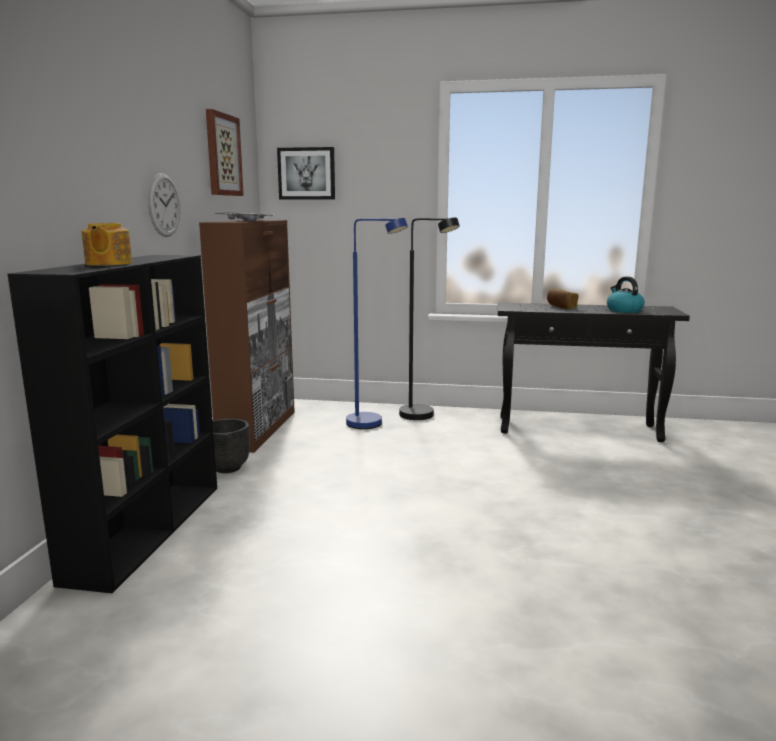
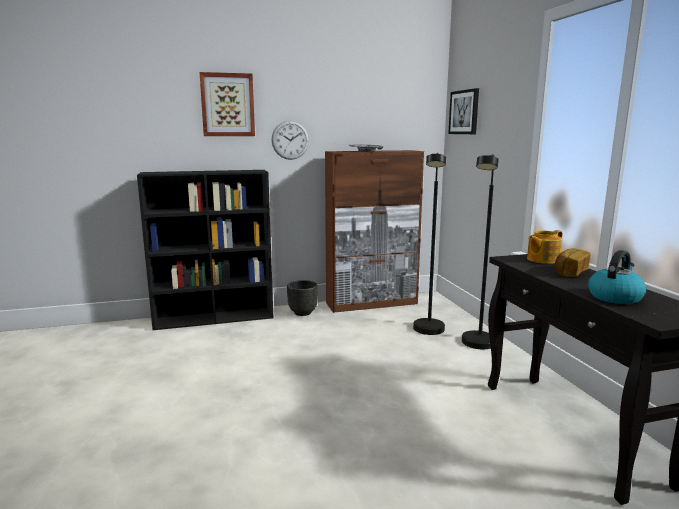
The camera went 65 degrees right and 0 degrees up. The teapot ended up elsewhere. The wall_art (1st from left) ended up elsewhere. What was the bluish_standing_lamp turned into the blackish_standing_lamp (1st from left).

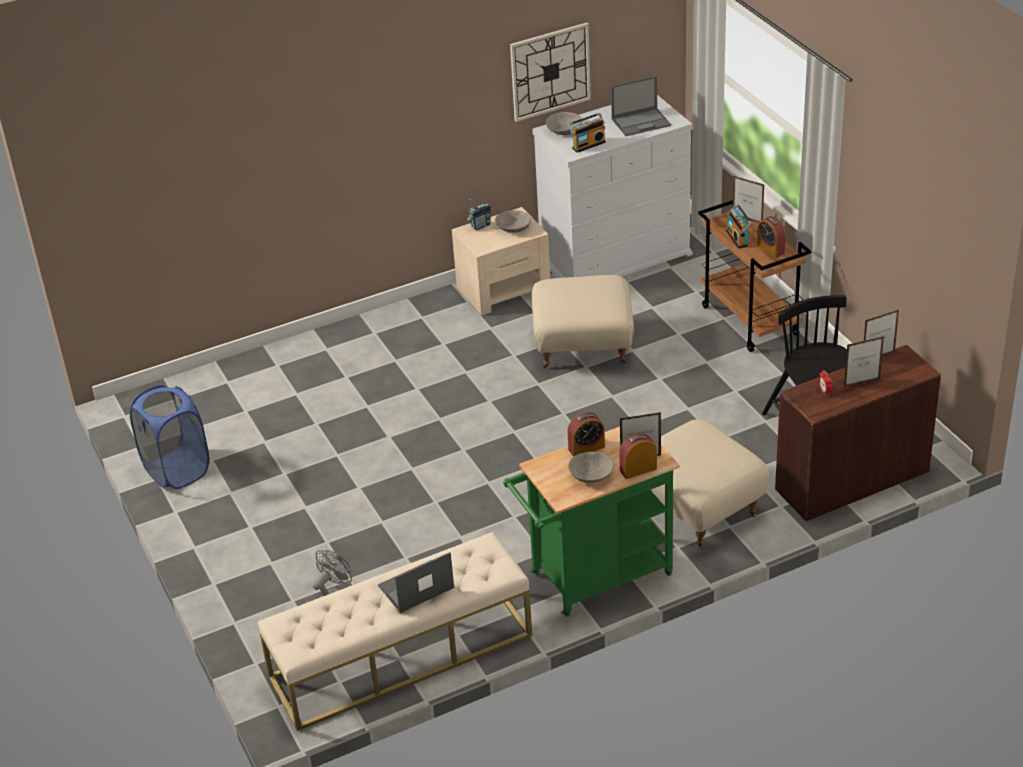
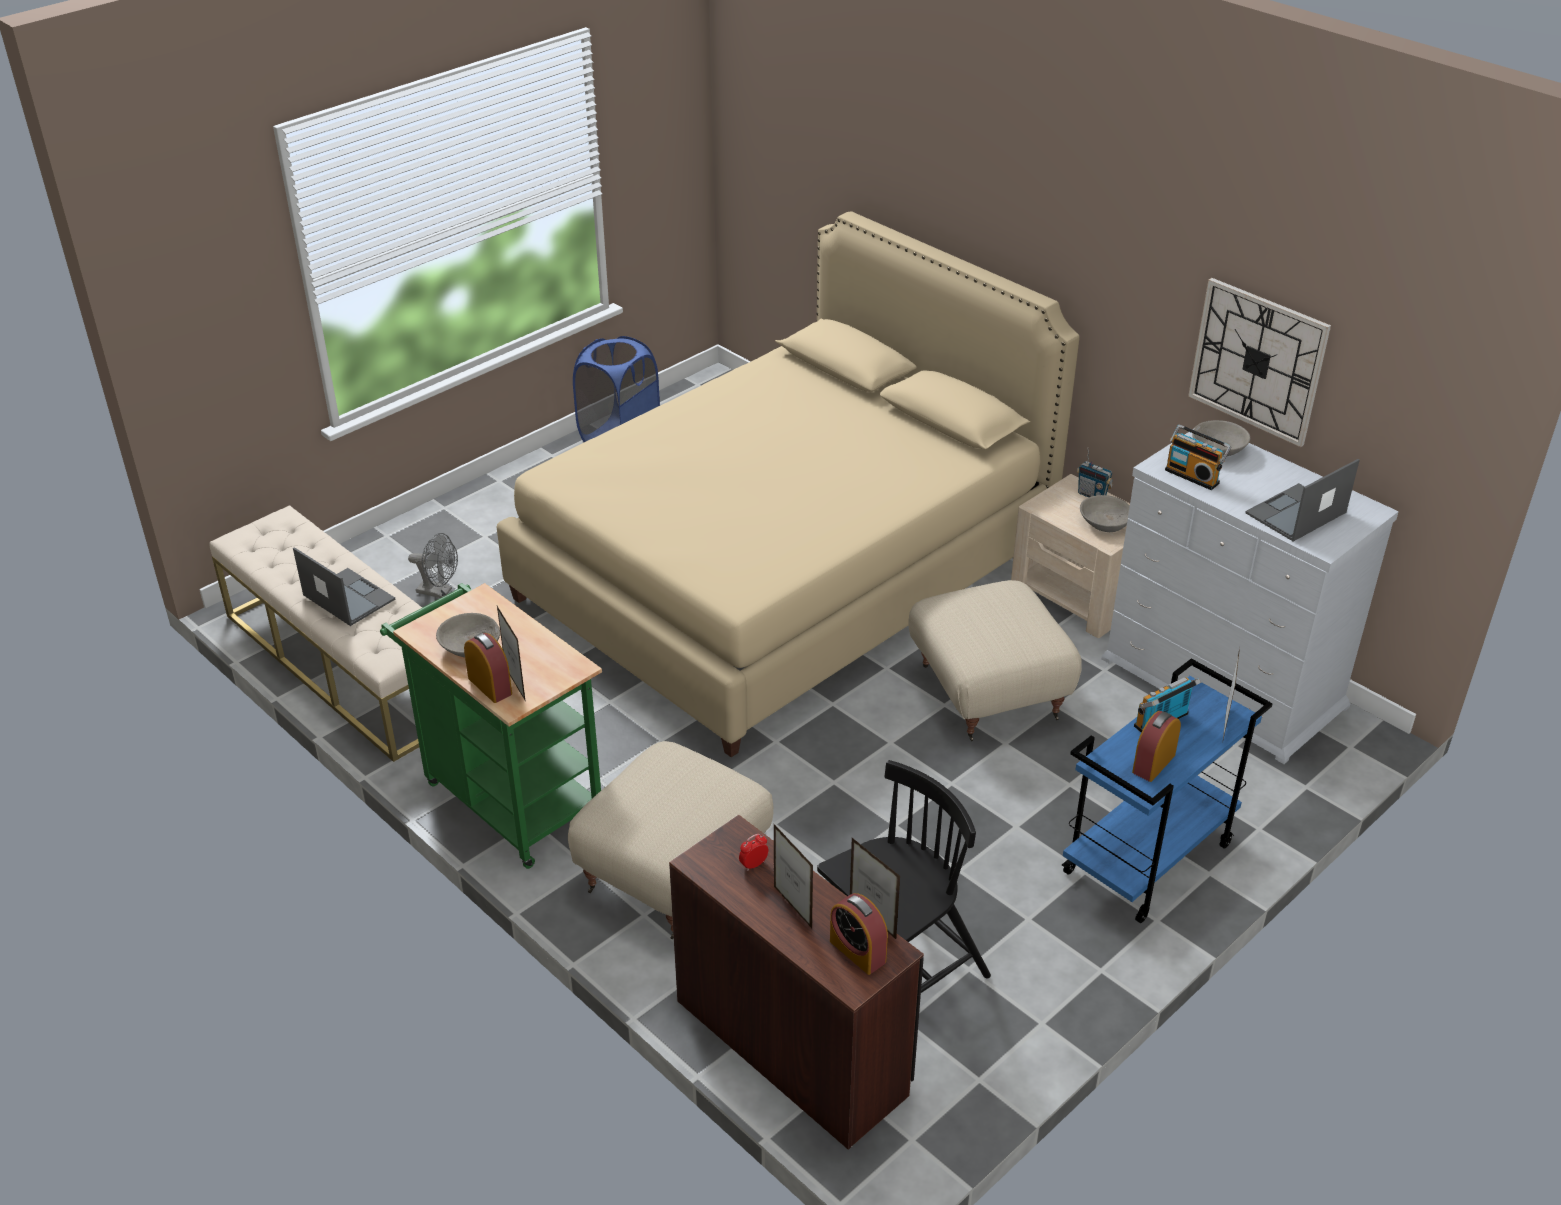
The camera went 70 degrees right and 0 degrees up. The table_clock (1st from left in the first image) ended up elsewhere. The notebook_computer (2nd from left) ended up facing another way, 90 degrees clockwise from before. What was the brown_wheeled_cart turned into the bluish_wheeled_cart. The second view gained the sand-coloured_sleeping_bed.

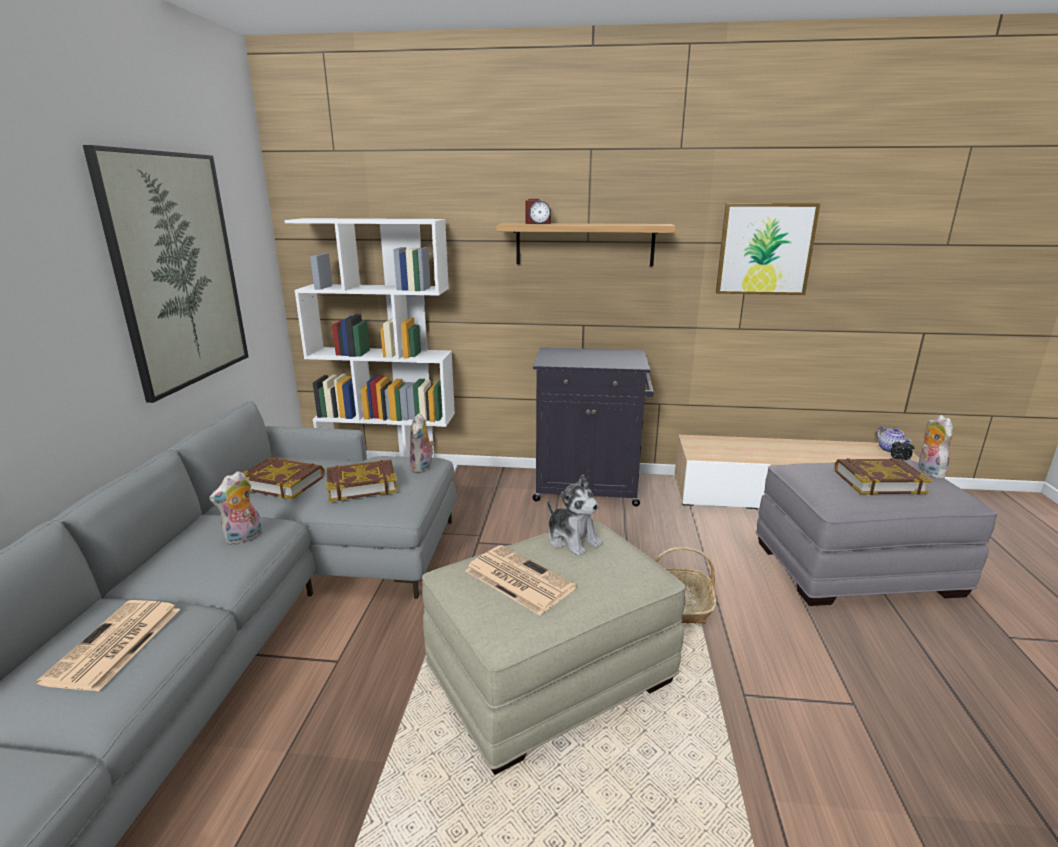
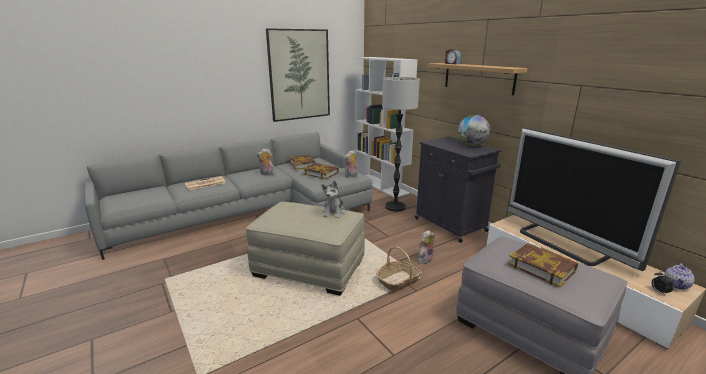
The camera went 50 degrees right and 0 degrees up. The second view lost the newspaper (2nd from left). The second view lost the wall_art (2nd from left). The cuddly_toy (4th from left) ended up elsewhere. The second view gained the standing_lamp. The second view gained the world_globe. The second view gained the TV.

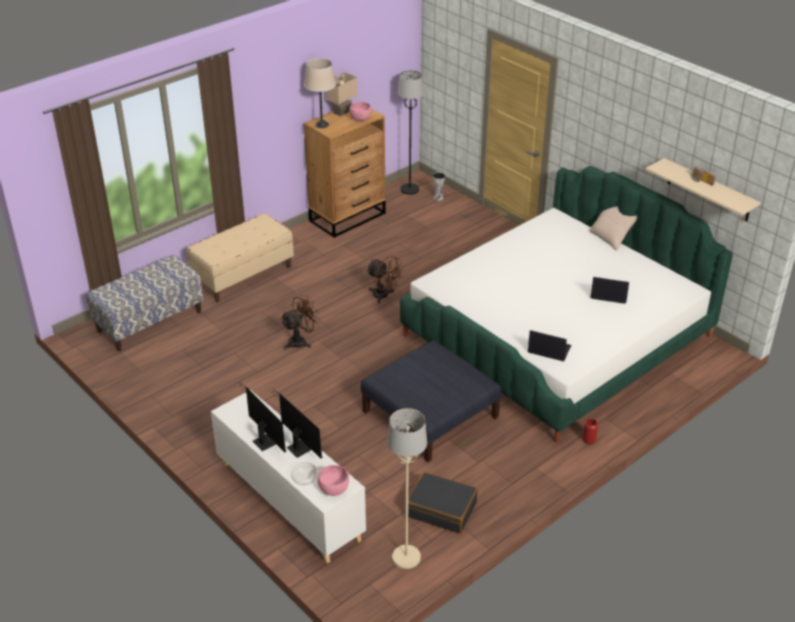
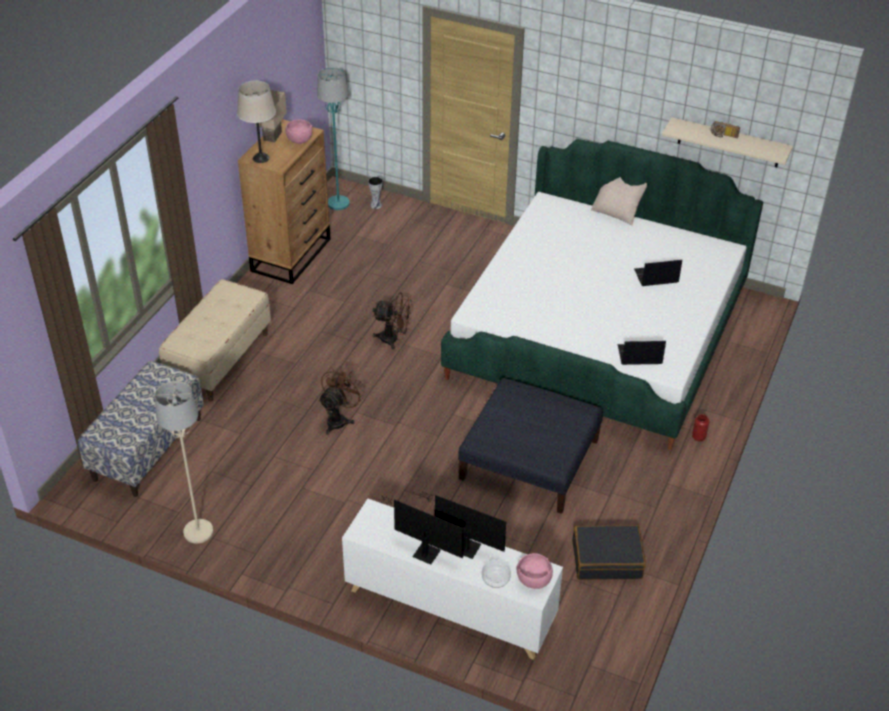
The camera went 25 degrees left and 5 degrees up. The sand-coloured_standing_lamp ended up elsewhere. What was the blackish_standing_lamp turned into the turquoise-coloured_standing_lamp.

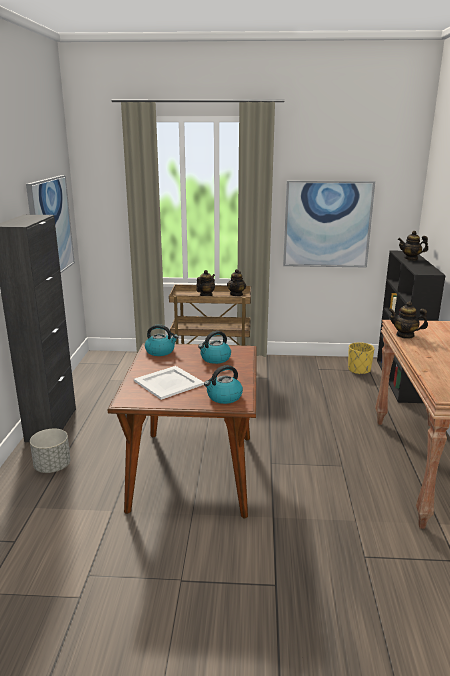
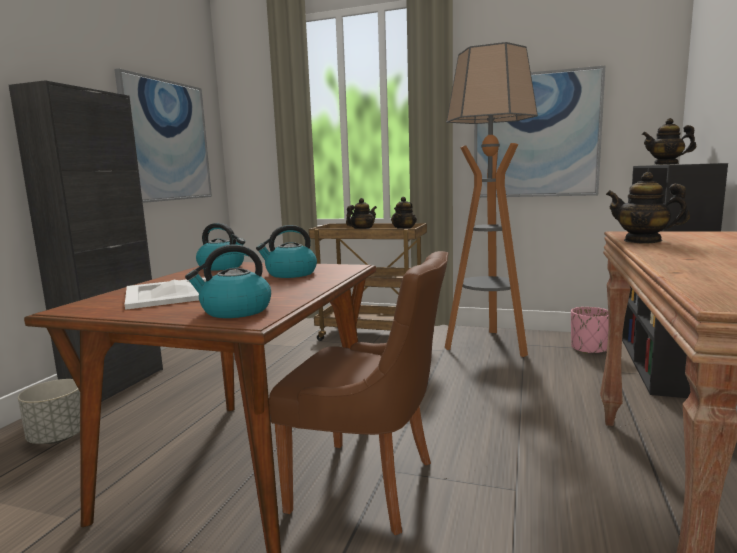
The camera went 15 degrees right and 10 degrees down. What was the yellow-coloured_flower_pot turned into the pinkish_flower_pot. The second view gained the brown_chair. The second view gained the standing_lamp.

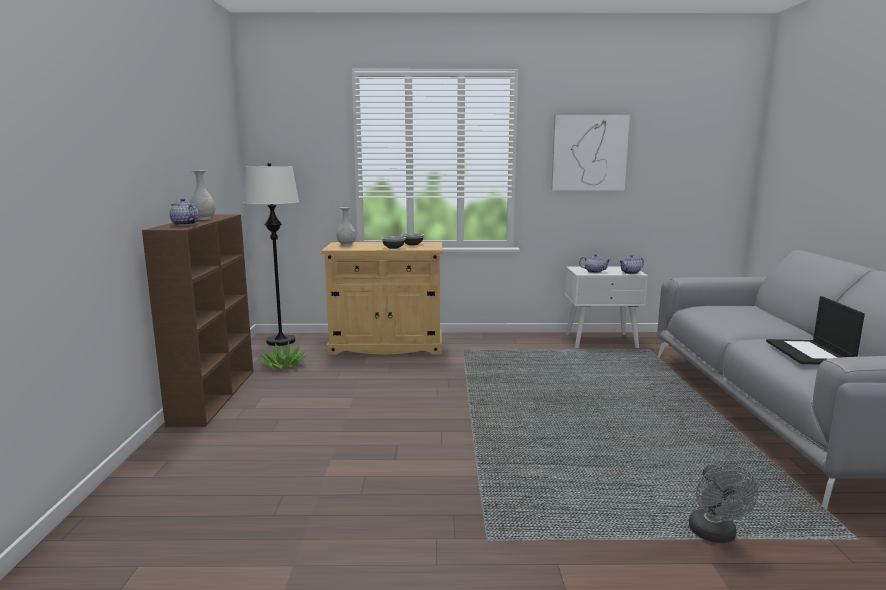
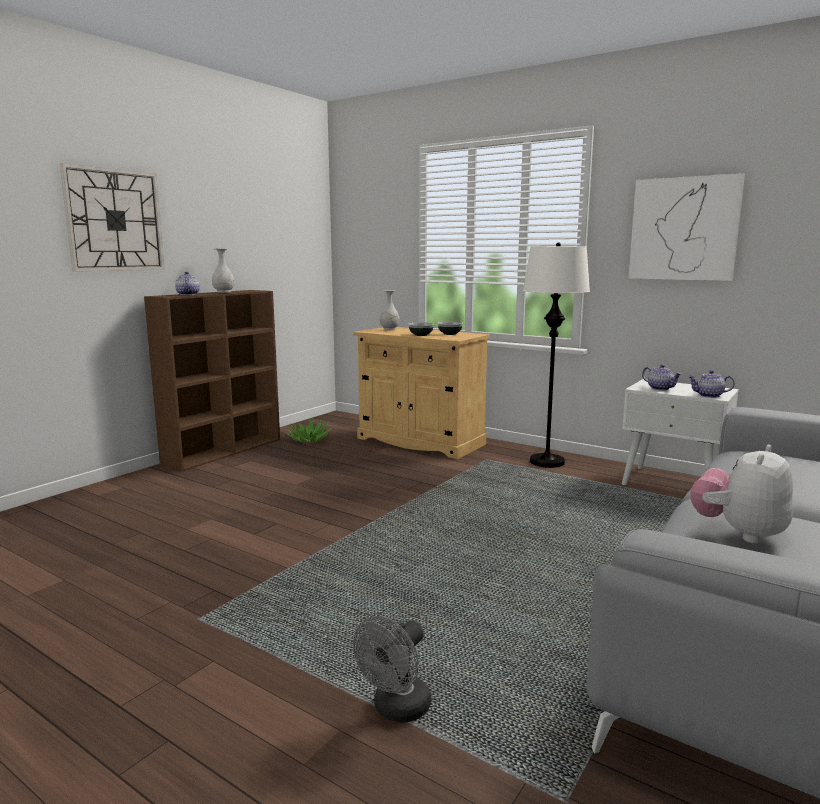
The camera went 35 degrees right and 0 degrees up. The white-coloured_standing_lamp ended up elsewhere. Where the notebook_computer stood, the cuddly_toy came to stand. The second view gained the wall_clock.

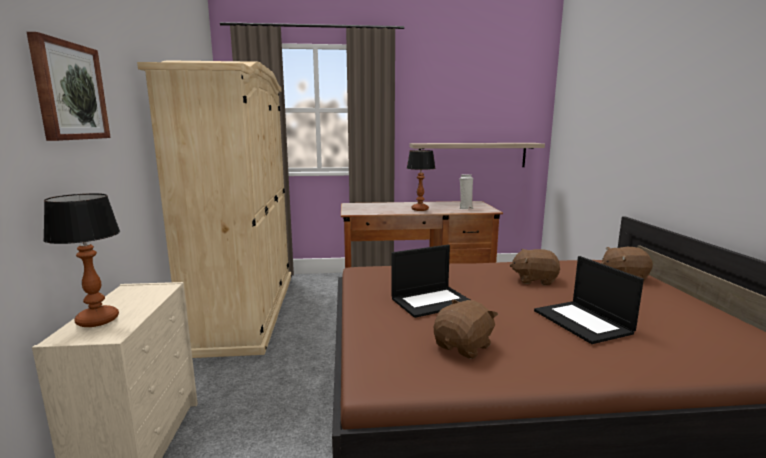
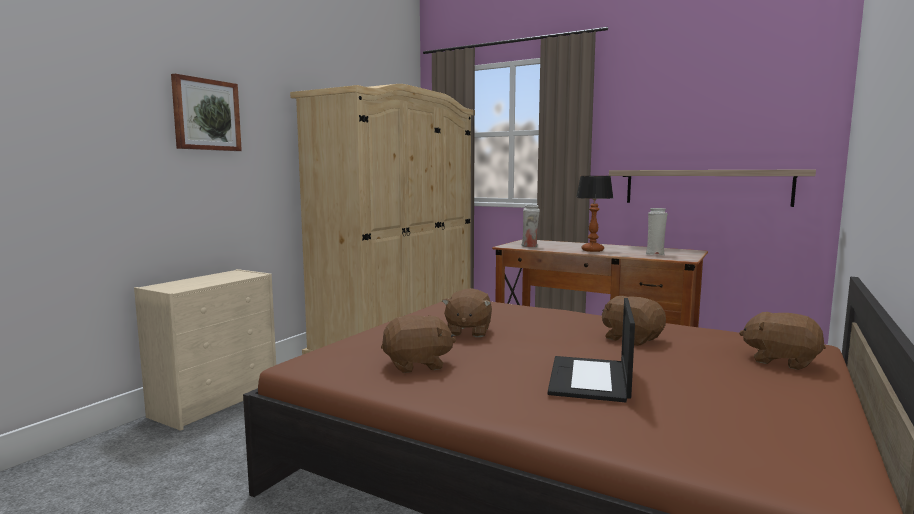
The camera went 35 degrees right and 5 degrees down. The second view lost the lamp_for_a_table (1st from left). Where the notebook_computer (1st from left) stood, the brown_cuddly_toy (2nd from left) came to stand. The second view gained the white-coloured_decorative_vase (1st from left).

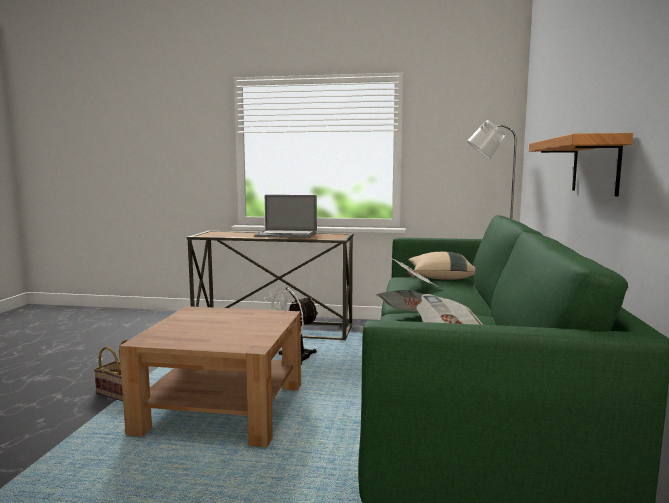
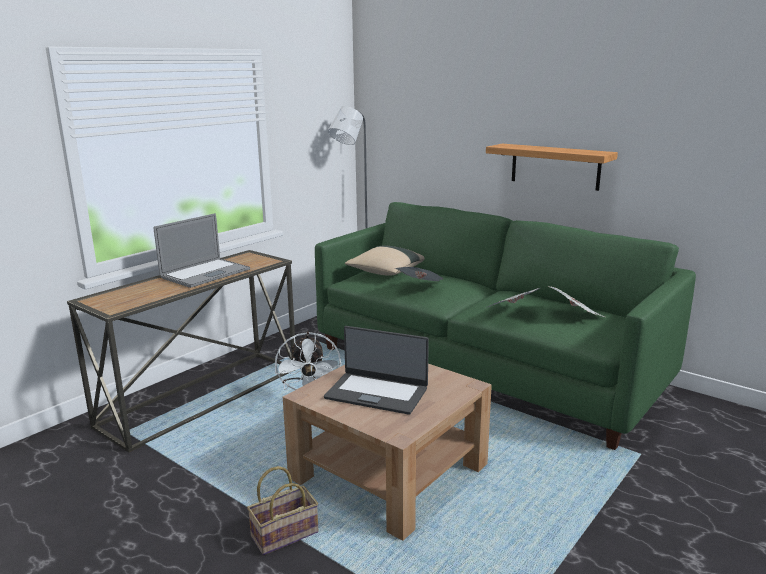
The camera went 60 degrees left and 10 degrees up. The second view gained the notebook_computer (2nd from left).

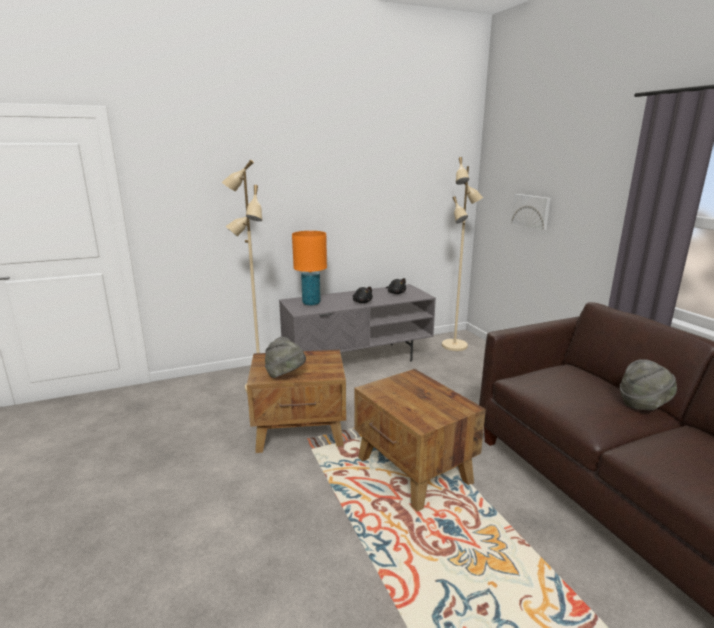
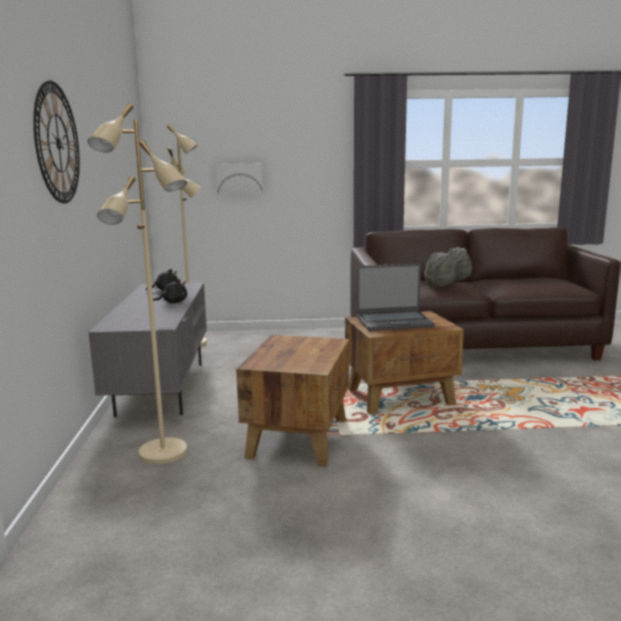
The camera went 70 degrees left and 5 degrees down. The gray_clothing_hat (1st from left) ended up elsewhere. The second view lost the orange-coloured_lamp_for_a_table. The second view gained the wall_clock. The second view gained the notebook_computer.

